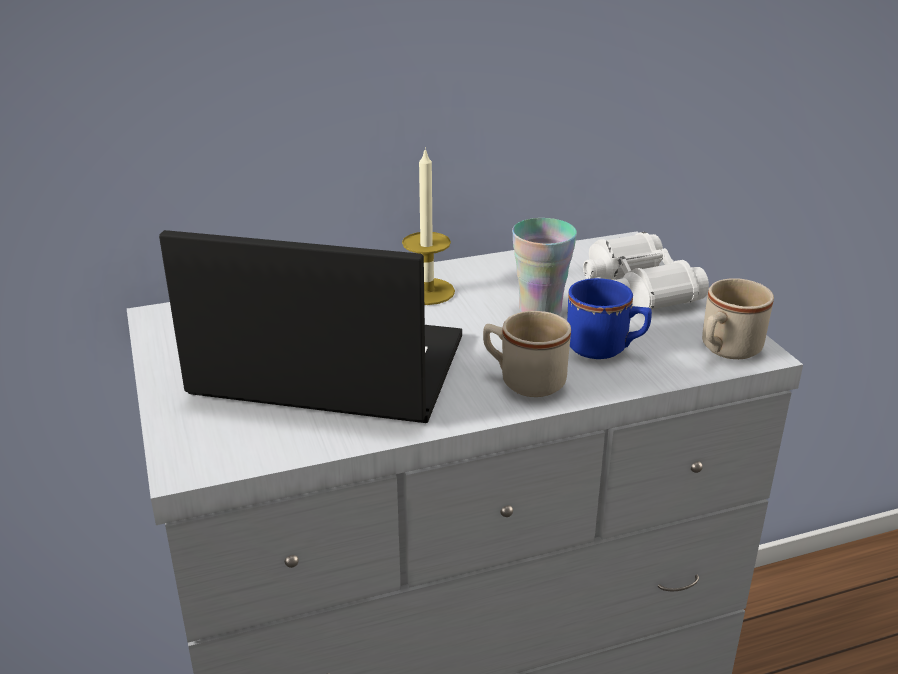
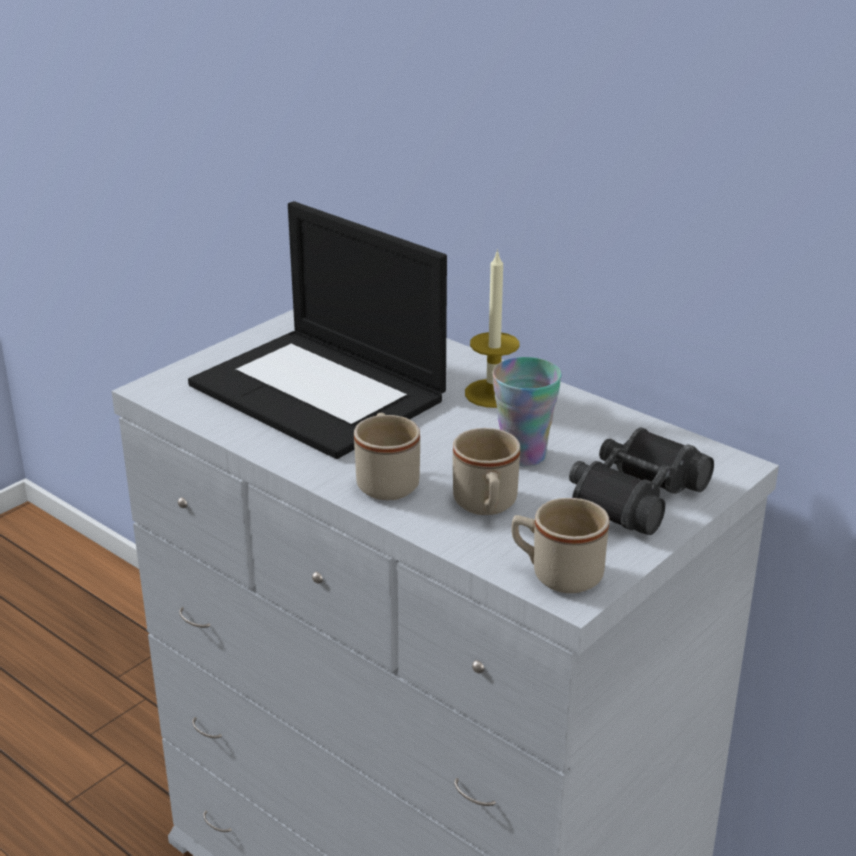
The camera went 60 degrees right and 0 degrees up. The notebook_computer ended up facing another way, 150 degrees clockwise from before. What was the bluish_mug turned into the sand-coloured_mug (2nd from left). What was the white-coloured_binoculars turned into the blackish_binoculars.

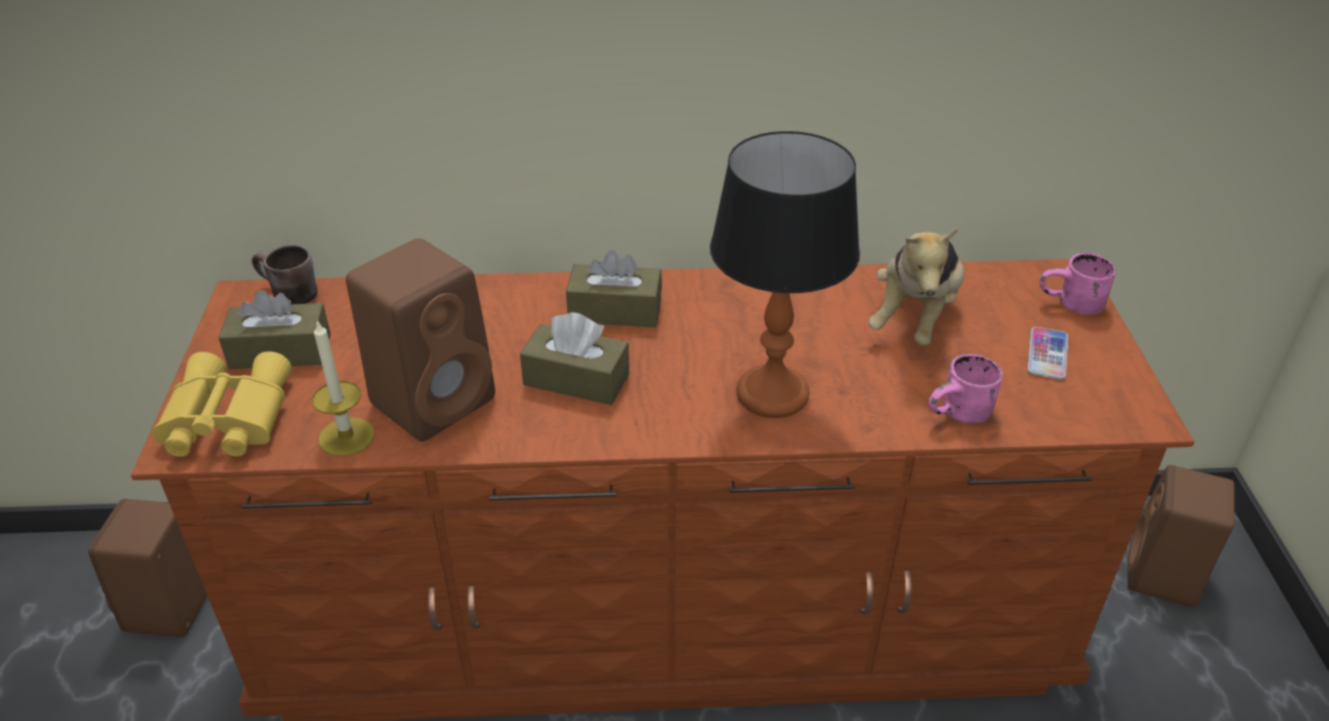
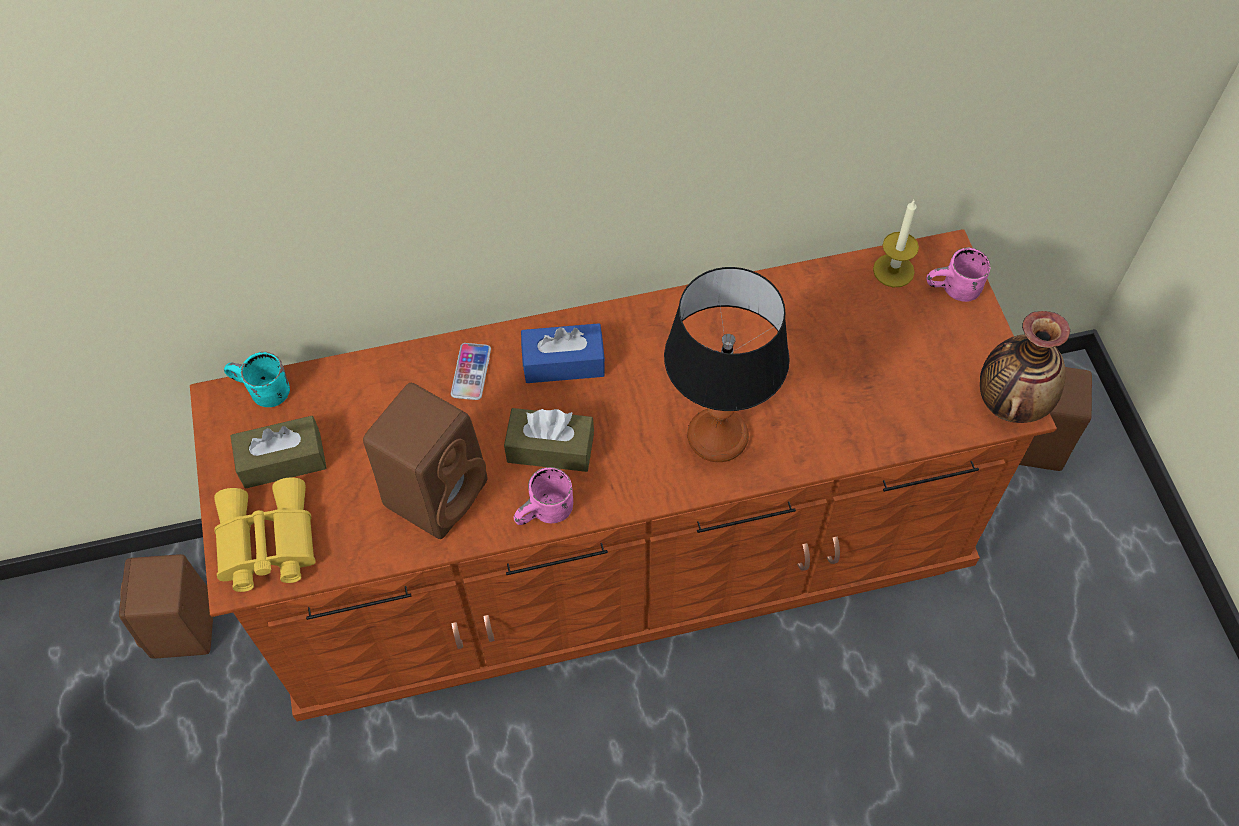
The camera went 10 degrees left and 20 degrees up. What was the brown_mug turned into the turquoise-coloured_mug. The candle ended up elsewhere. What was the brown_tissue_box (3rd from left) turned into the bluish_tissue_box. The second view lost the cuddly_toy. The pinkish_mug (1st from left) ended up elsewhere. The phone ended up elsewhere. The second view gained the decorative_vase.

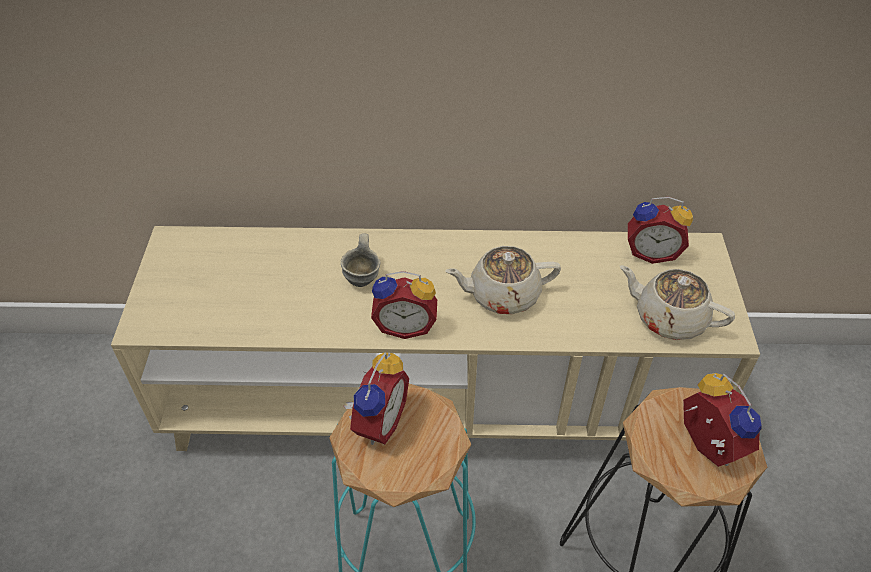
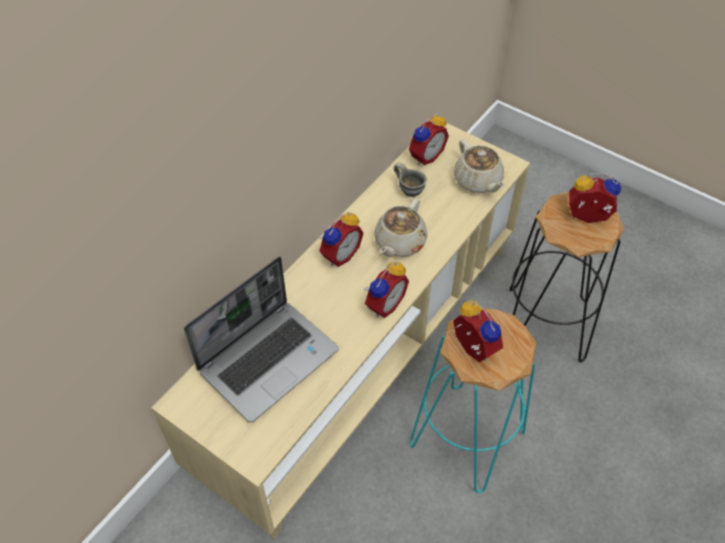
The camera went 55 degrees left and 5 degrees up. The gray_mug ended up elsewhere. The sand-coloured_teapot (2nd from left) ended up facing another way, 90 degrees counterclockwise from before. The second view gained the notebook_computer. The second view gained the table_clock (1st from left).

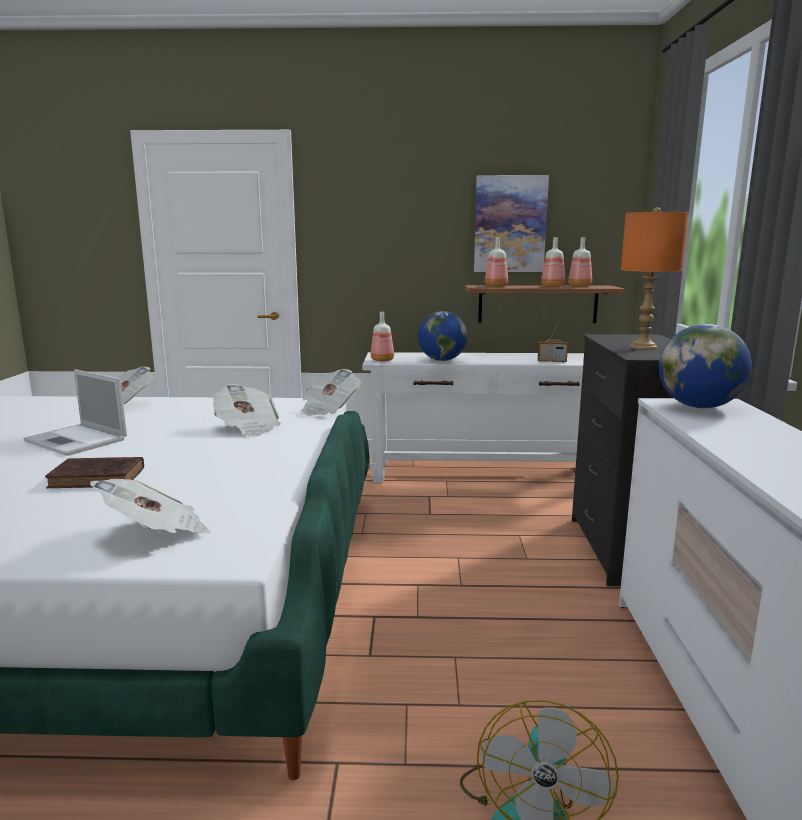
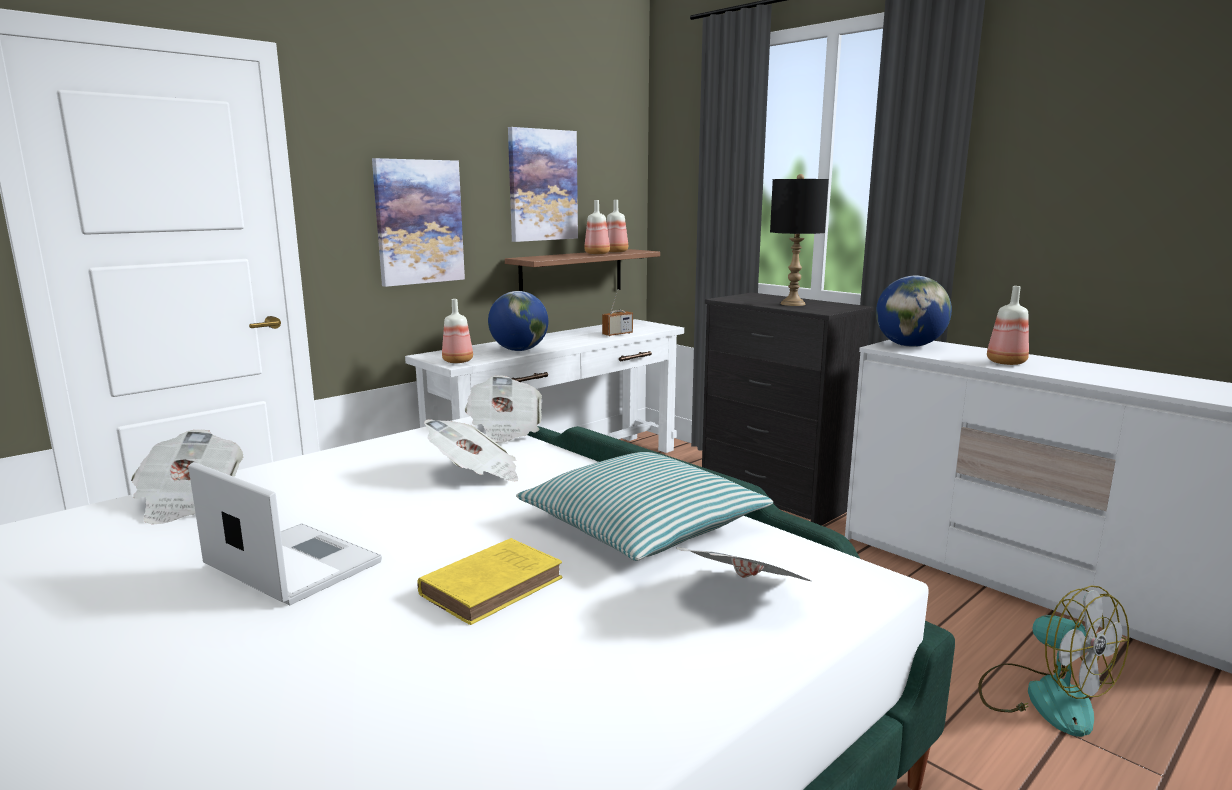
The camera went 45 degrees left and 0 degrees up. The notebook_computer ended up facing another way, 135 degrees counterclockwise from before. What was the brown_volume turned into the yellow-coloured_volume. The beverage_bottle (2nd from left in the first image) ended up elsewhere. What was the orange-coloured_lamp_for_a_table turned into the blackish_lamp_for_a_table. The second view gained the wall_art (1st from left). The second view gained the cushion.

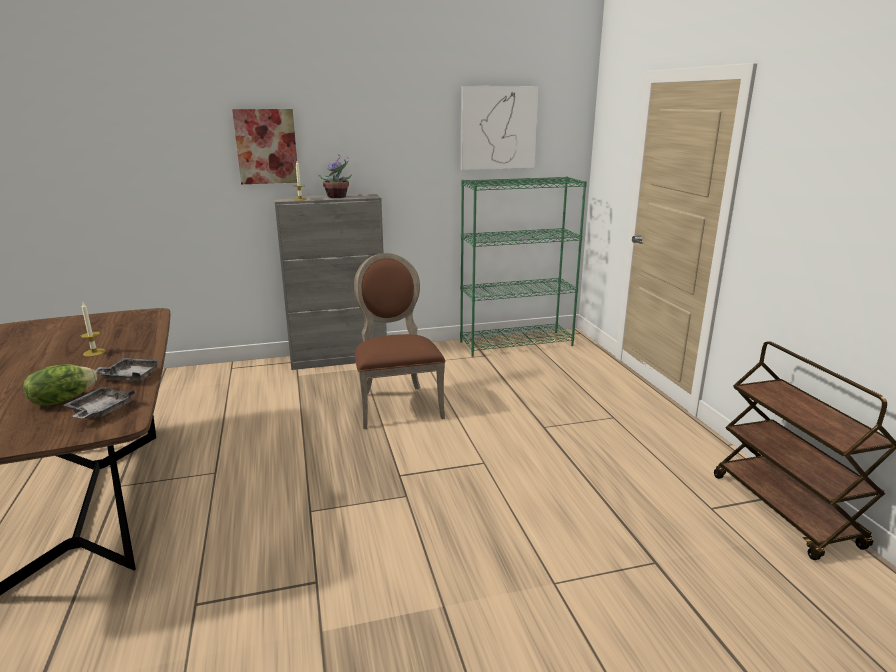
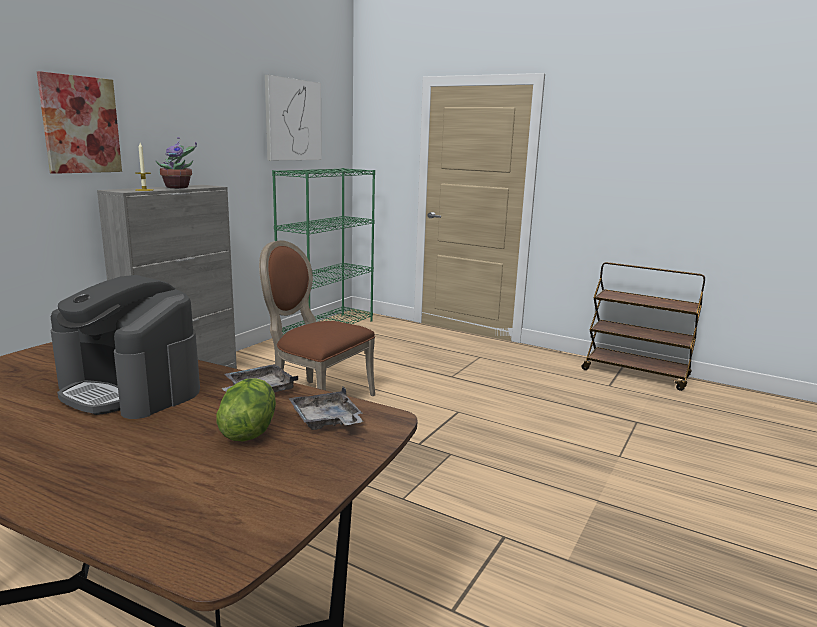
The camera went 45 degrees left and 5 degrees down. Where the candle (1st from left) stood, the coffee_brewer came to stand.

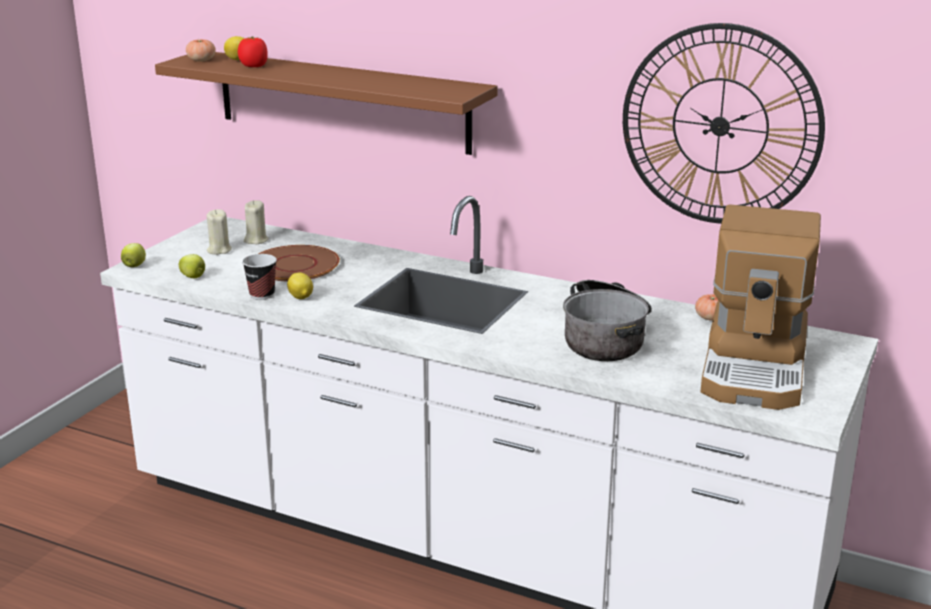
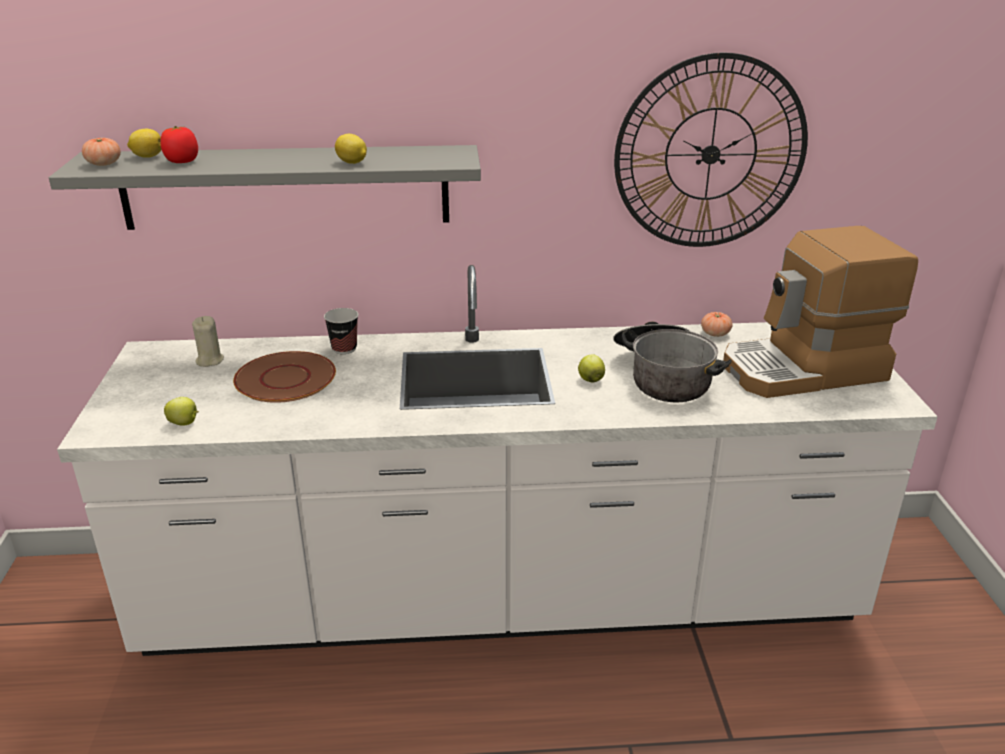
The camera went 30 degrees left and 5 degrees up. The apple (1st from left in the first image) ended up elsewhere. What was the brown_shelf turned into the gray_shelf. The second view lost the sand-coloured_candle (1st from left). The small_cup ended up elsewhere. The whole_lemon (2nd from left) ended up elsewhere. The coffee_brewer ended up facing another way, 90 degrees clockwise from before.

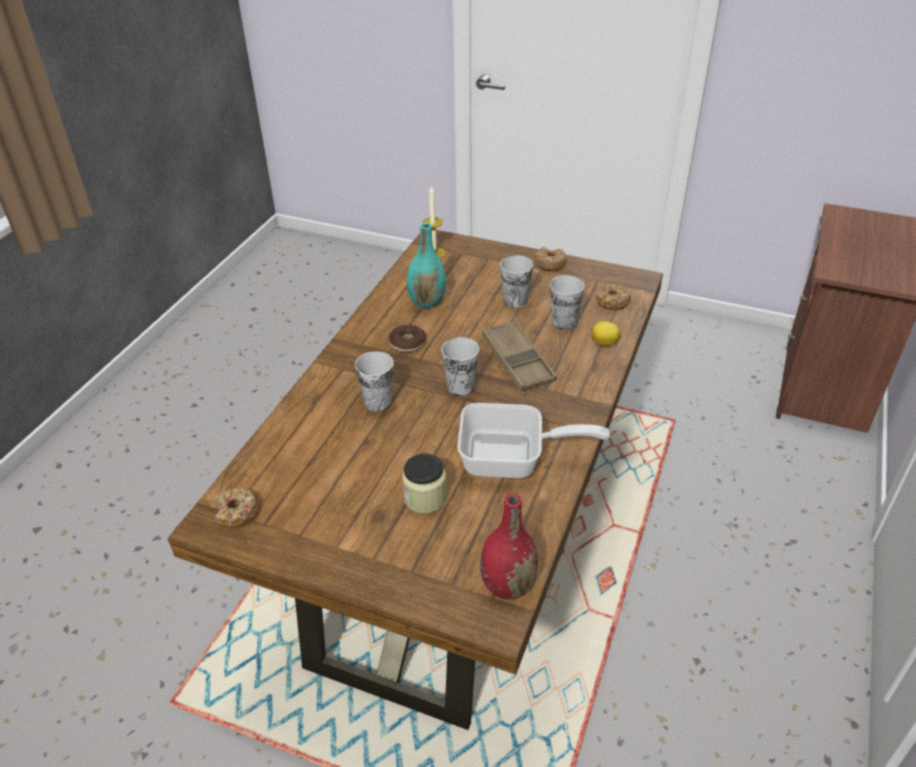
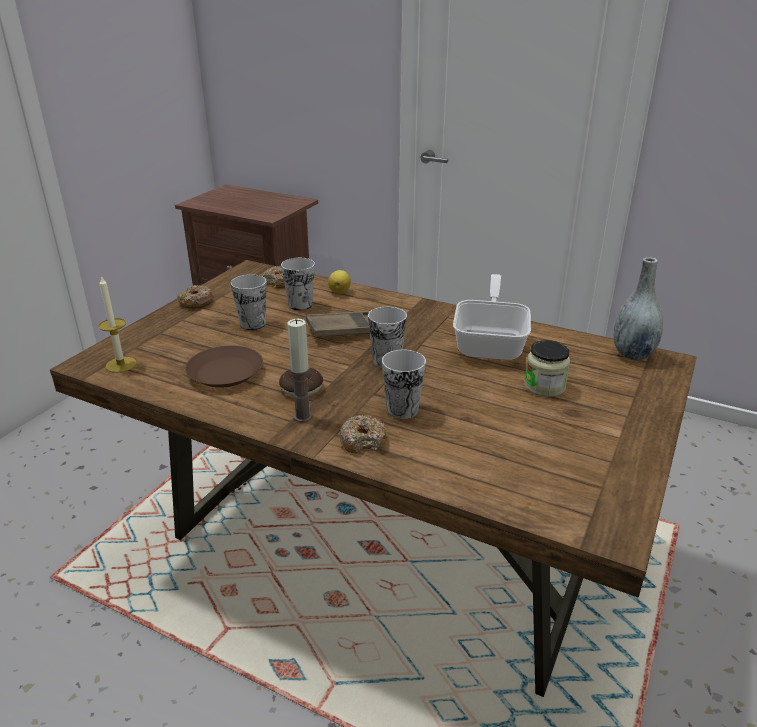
The camera went 85 degrees left and 10 degrees down. The ring_doughnut (1st from left in the first image) ended up elsewhere. Where the turquoise-coloured_decorative_vase stood, the brown_dinner_plate came to stand. What was the red_decorative_vase turned into the gray_decorative_vase. The second view gained the candle (2nd from left).

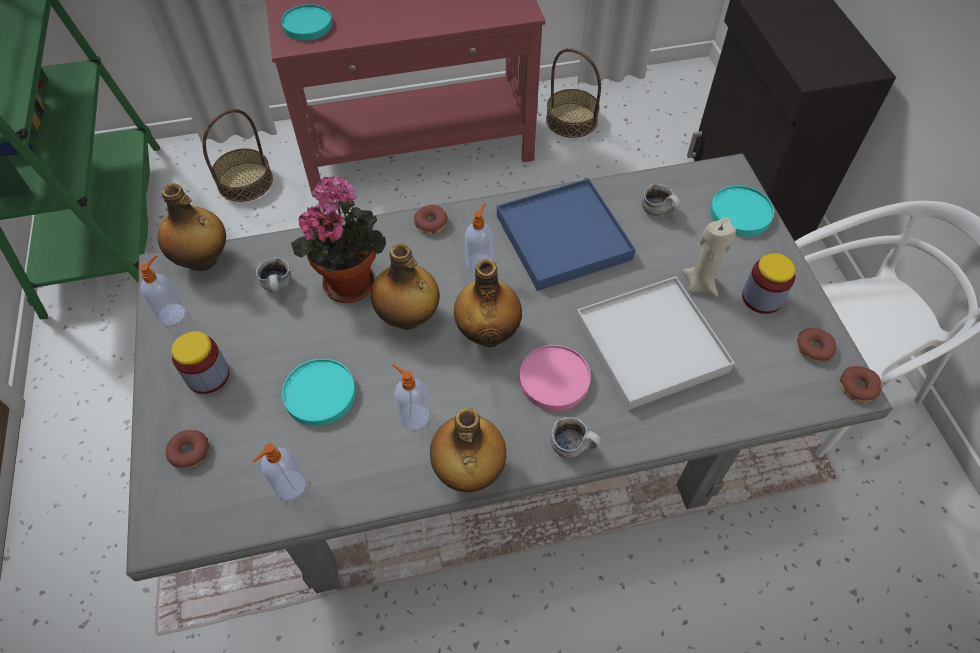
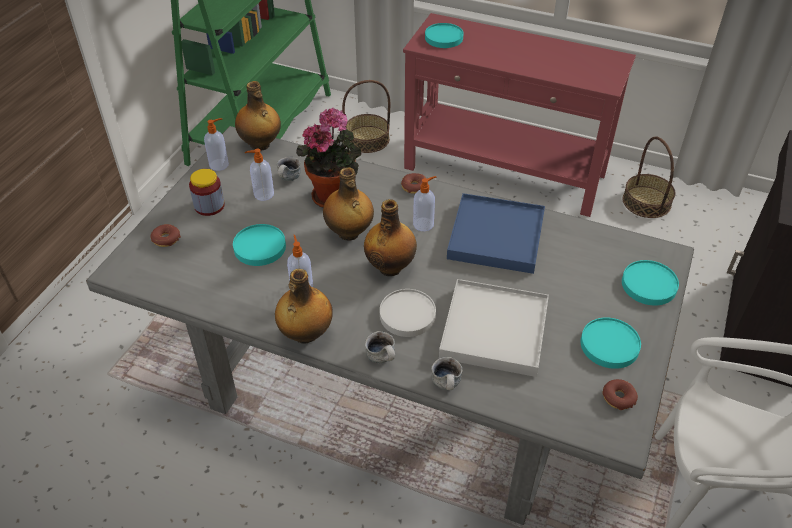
The camera went 35 degrees right and 10 degrees down. The soap_dispenser (2nd from left) ended up elsewhere. What was the pinkish_dinner_plate turned into the white-coloured_dinner_plate. The mug (3rd from left) ended up elsewhere. The second view lost the sand-coloured_candle. Where the storage_jar (2nd from left) stood, the turquoise-coloured_dinner_plate (3rd from left) came to stand. The second view lost the ring_doughnut (4th from left).

